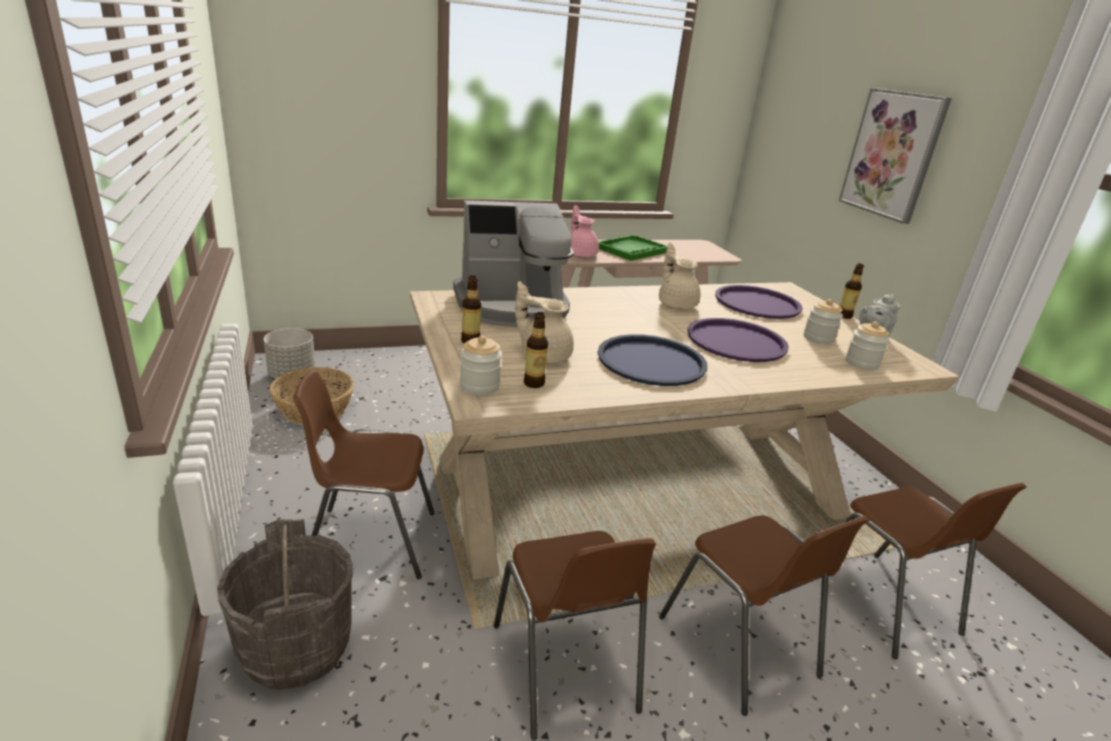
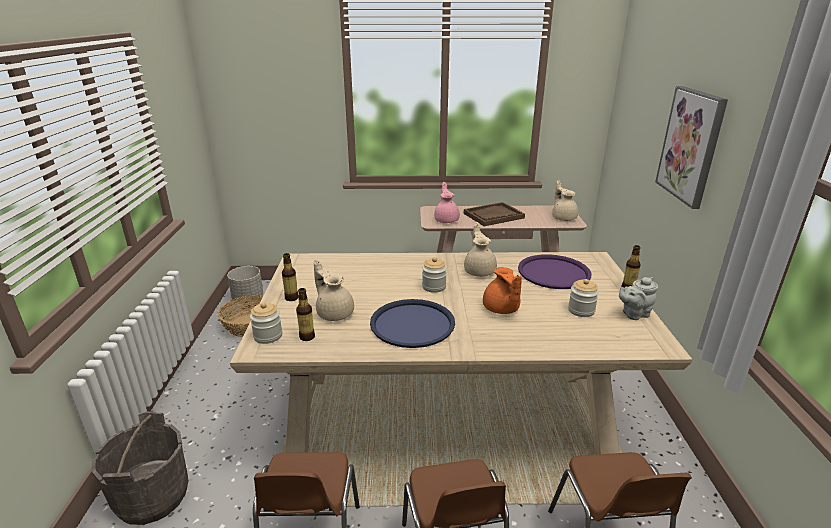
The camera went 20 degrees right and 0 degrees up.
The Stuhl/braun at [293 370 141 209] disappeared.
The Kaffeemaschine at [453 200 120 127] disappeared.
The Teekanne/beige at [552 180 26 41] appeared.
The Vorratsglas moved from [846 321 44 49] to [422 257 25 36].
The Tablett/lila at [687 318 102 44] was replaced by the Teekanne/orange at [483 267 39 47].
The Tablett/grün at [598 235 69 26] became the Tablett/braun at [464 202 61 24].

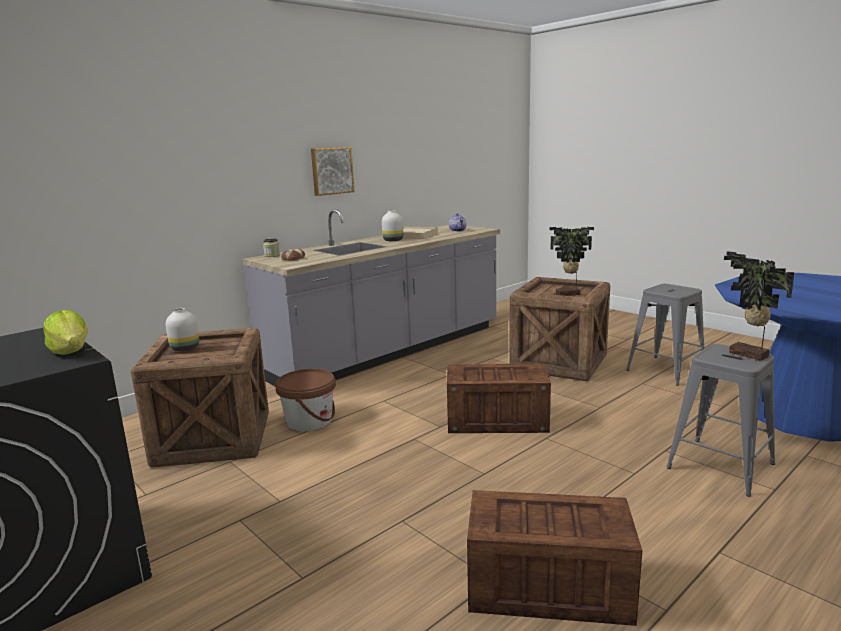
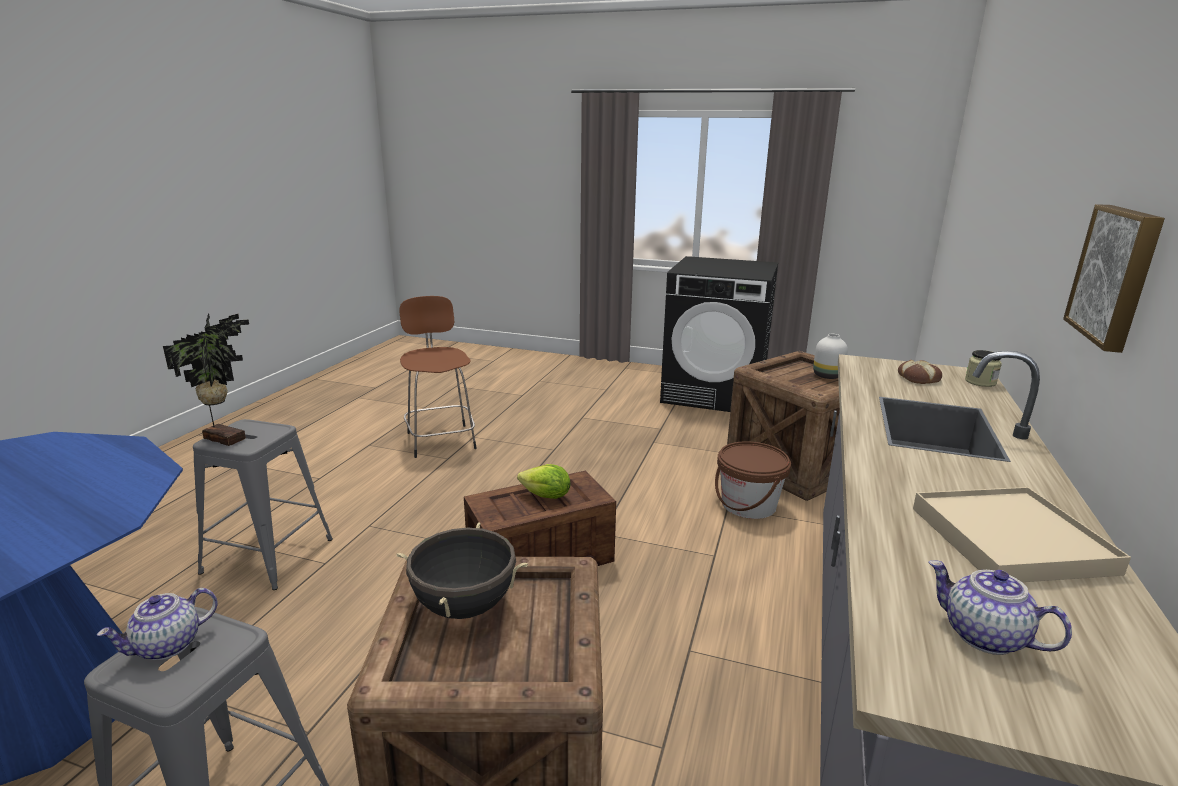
The camera went 150 degrees right and 5 degrees up.
The Vase/weiß at [382 210 21 31] disappeared.
The Teekanne at [97 588 121 72] appeared.
The Salatkopf moved from [43 310 45 45] to [517 464 54 35].
The Kiste at [467 490 175 136] was replaced by the Hocker/braun at [399 296 78 162].
The Topfpflanze at [550 227 44 69] was replaced by the Kochtopf/schwarz at [396 523 132 96].

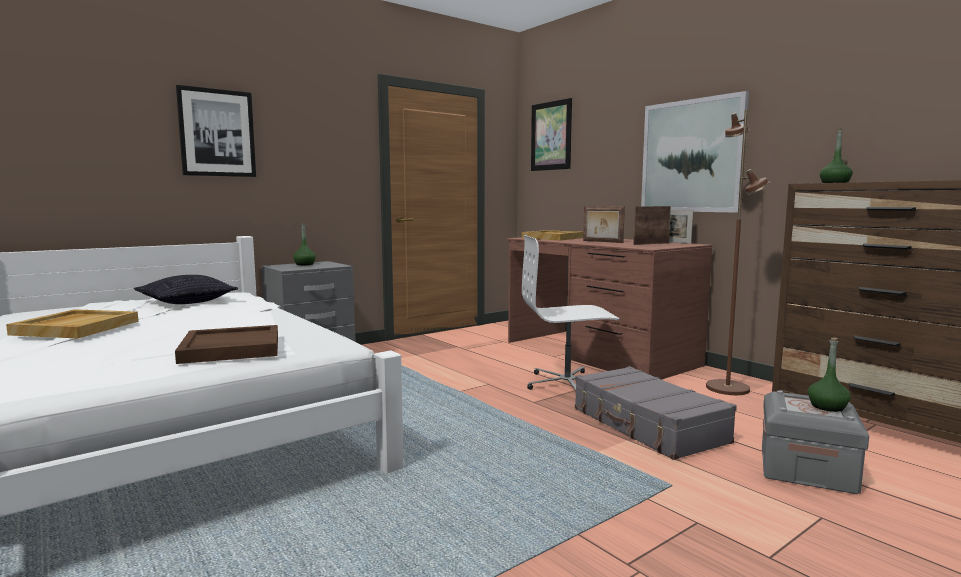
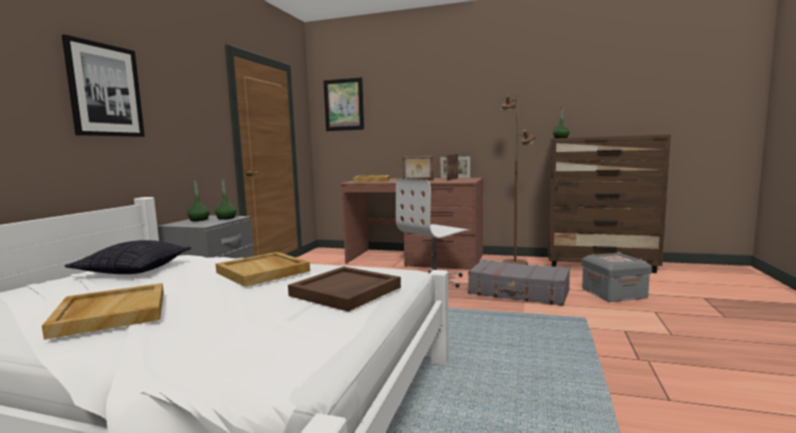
The camera went 35 degrees left and 0 degrees up.
The Bild at [641 91 108 122] disappeared.
The Tablett/beige at [216 252 94 35] appeared.
The Flasche/grün moved from [808 338 43 74] to [215 179 22 41].

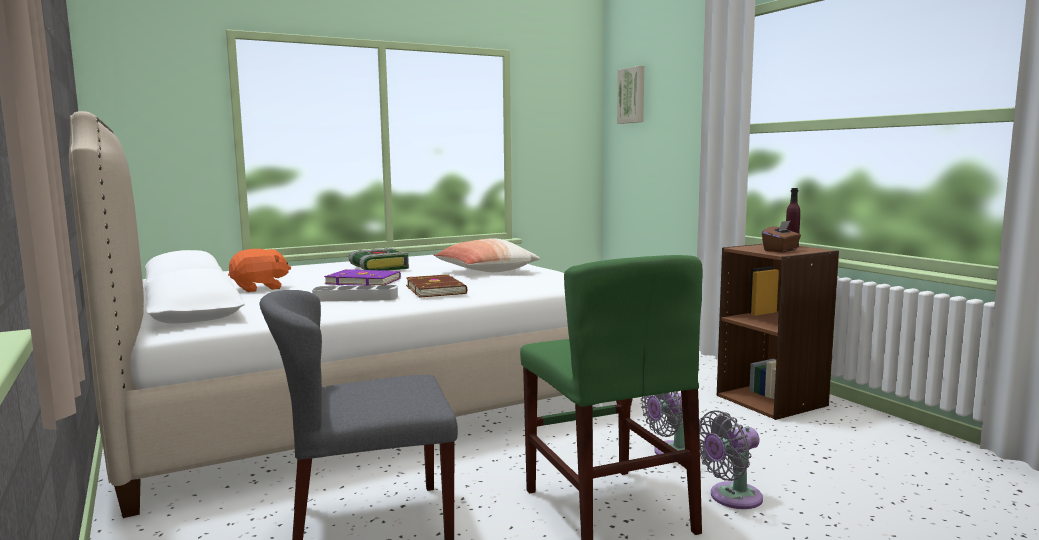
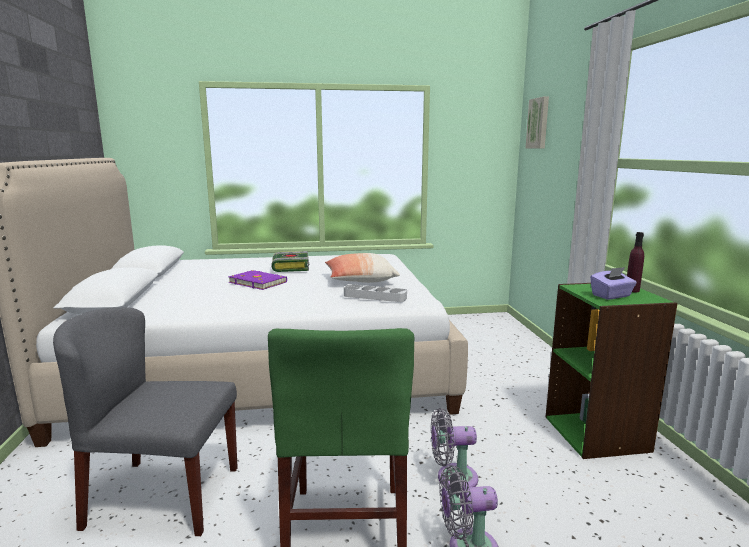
The camera went 20 degrees right and 5 degrees up.
The Plüschtier/orange at [228 249 63 43] disappeared.
The Buch/braun at [406 274 61 24] disappeared.
The Tablett/grau moved from [312 285 86 16] to [344 284 63 18].
The Bücherregal/braun at [717 244 122 176] became the Bücherregal/grün at [545 283 133 176].
The Taschentuchbox/braun at [762 220 39 32] became the Taschentuchbox/lila at [590 267 47 33].

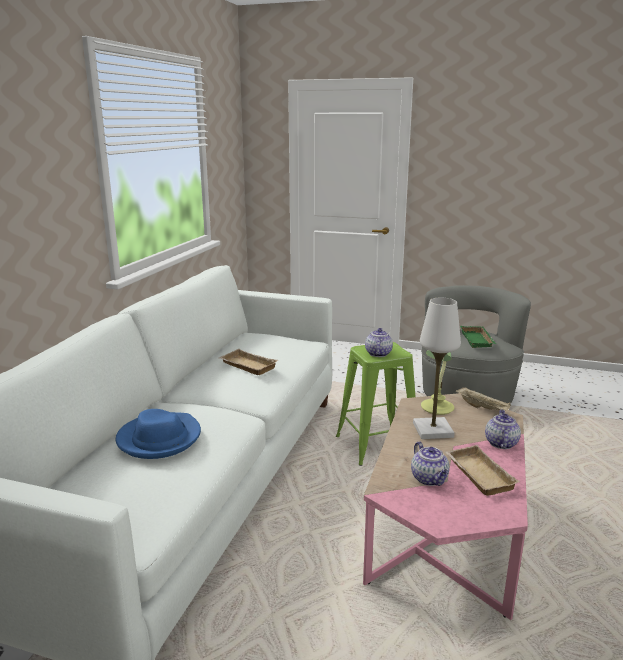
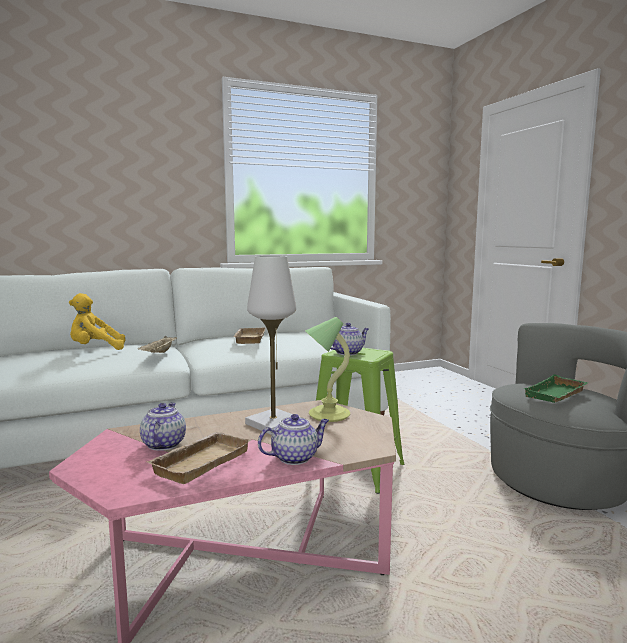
The camera went 50 degrees right and 10 degrees down.
The Tablett/beige moved from [456 387 55 24] to [138 336 39 17].
The Hut/blau at [116 409 85 50] was replaced by the Plüschtier/gelb at [69 293 56 57].
The Teekanne at [411 441 38 45] turned 150 degrees clockwise.

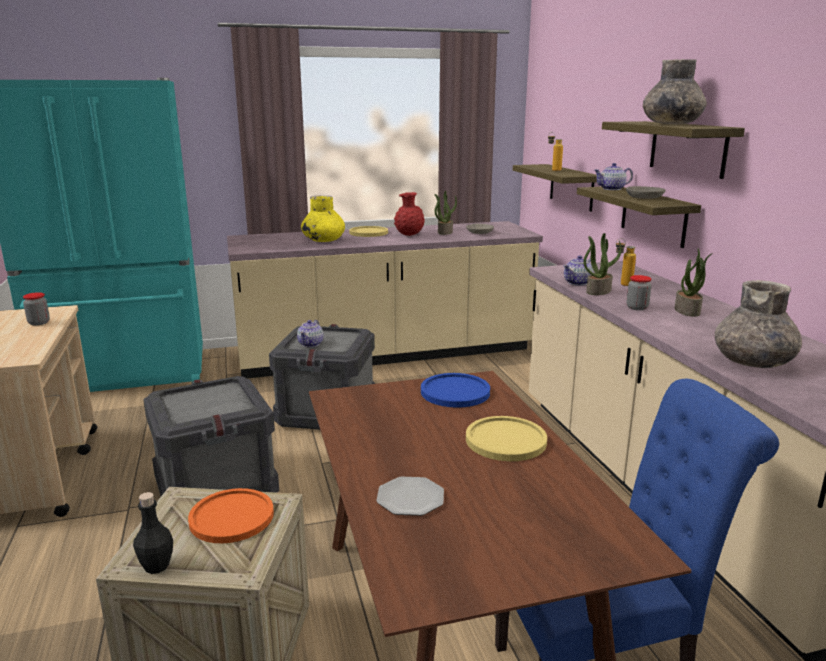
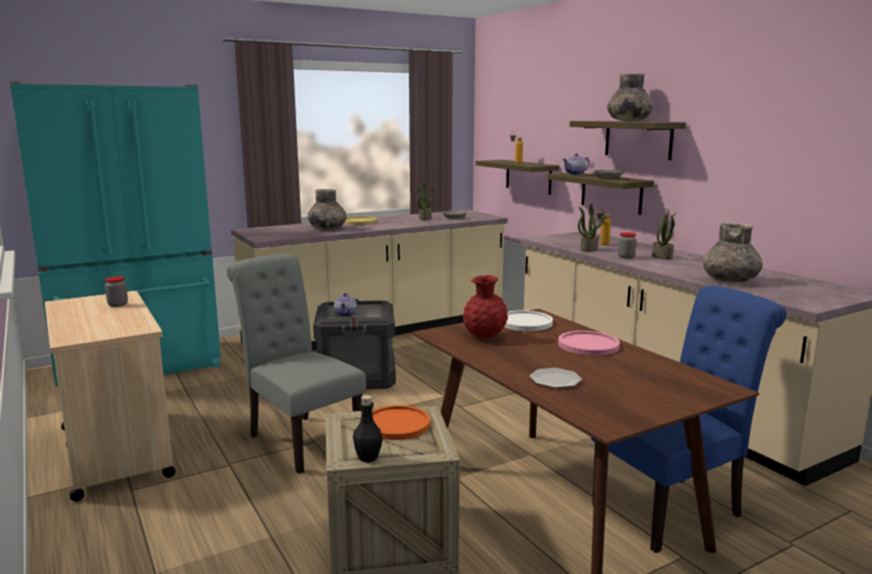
The camera went 15 degrees left and 5 degrees down.
The Teekanne at [564 255 30 31] disappeared.
The Vase/rot moved from [394 192 31 44] to [463 275 45 63].
The Kiste at [143 376 136 120] was replaced by the Stuhl/grau at [227 254 139 220].
The Vase/gelb at [301 195 44 47] became the Vase/grau at [307 189 40 41].
The Teller/blau at [421 373 69 35] became the Teller/weiß at [504 310 49 21].
The Teller/gelb at [466 416 81 45] became the Teller/rosa at [558 331 62 25].

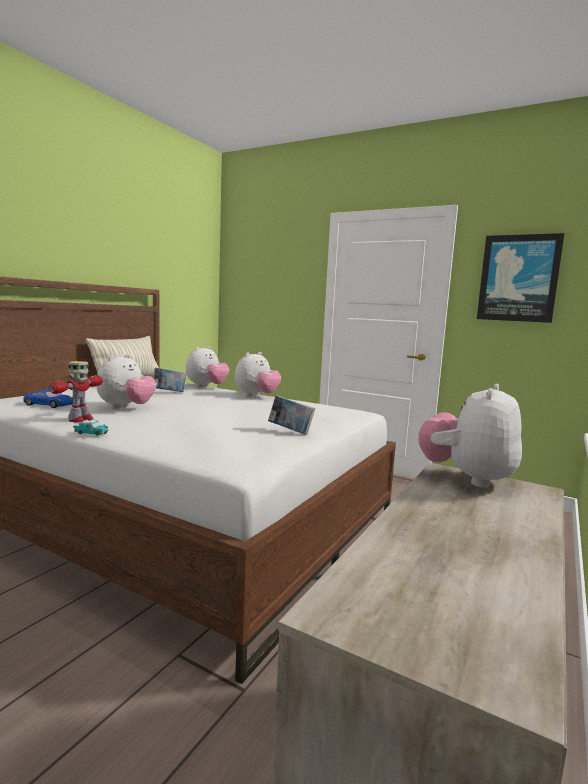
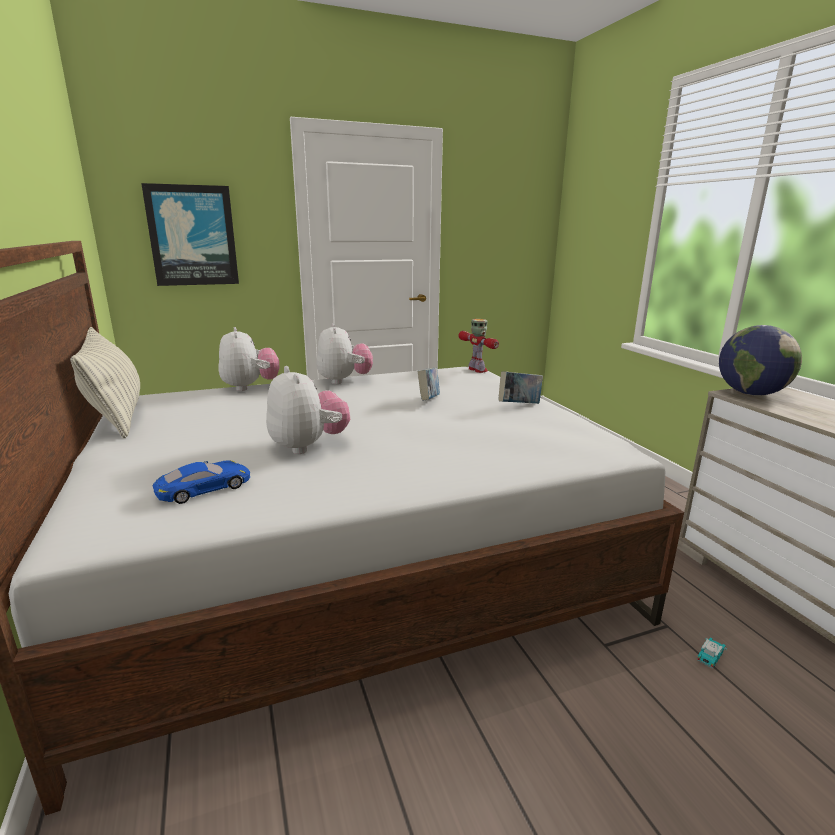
The camera went 50 degrees left and 10 degrees up.
The Spielzeugroboter moved from [49 361 54 62] to [458 319 41 54].
The Spielzeugauto moved from [73 420 36 16] to [697 638 30 31].
The Buch moved from [153 368 33 24] to [418 368 22 33].
The Bild moved from [477 233 87 90] to [141 183 98 103].
The Plüschtier at [419 384 103 104] was replaced by the Globus at [719 325 83 71].

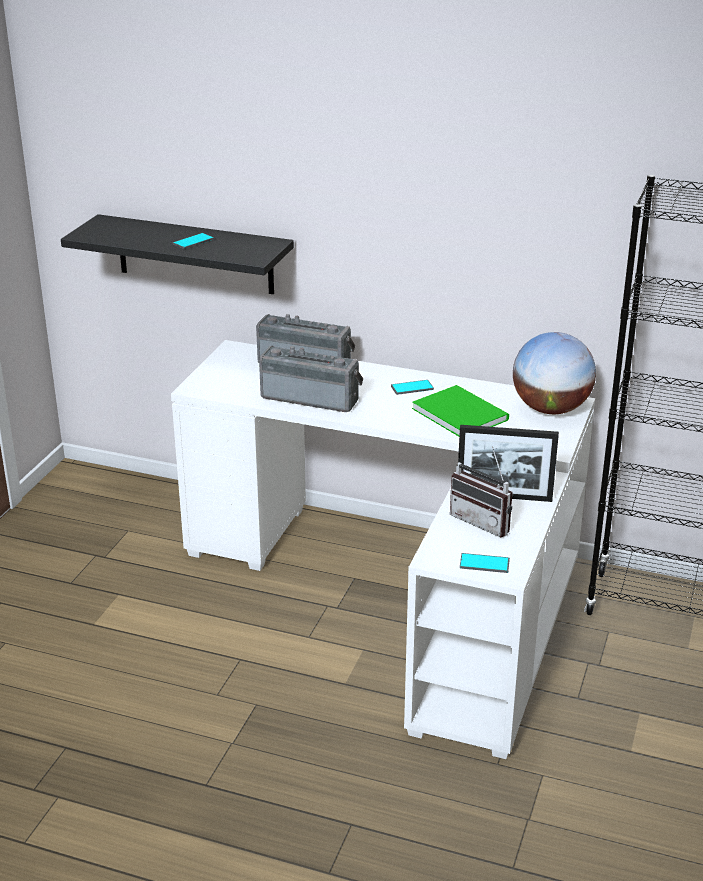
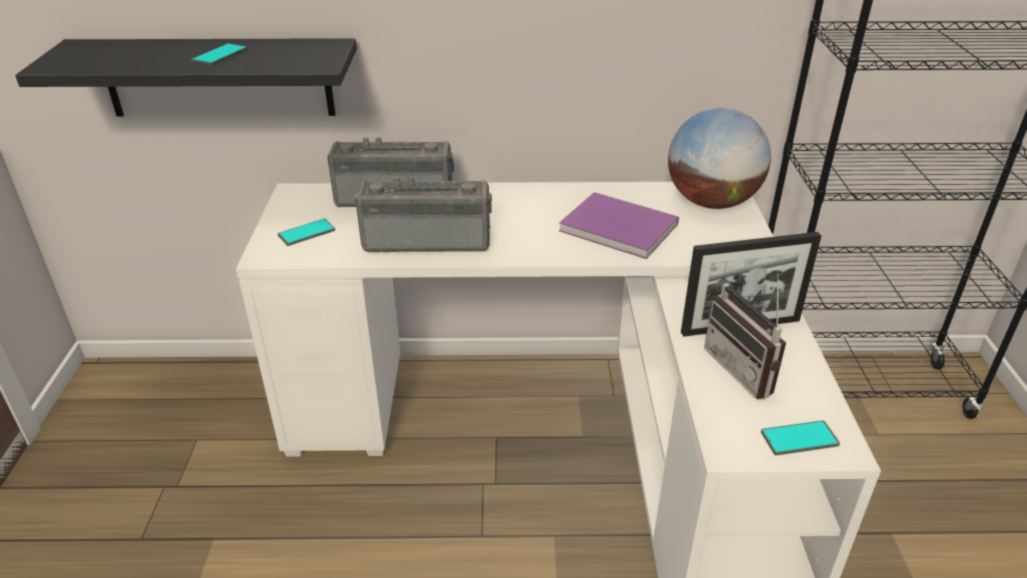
The camera went 20 degrees left and 5 degrees up.
The Handy moved from [391 380 43 15] to [278 218 57 28].
The Buch/grün at [412 385 97 51] became the Buch/lila at [559 192 120 67].
The Radio at [450 447 62 90] turned 45 degrees clockwise.

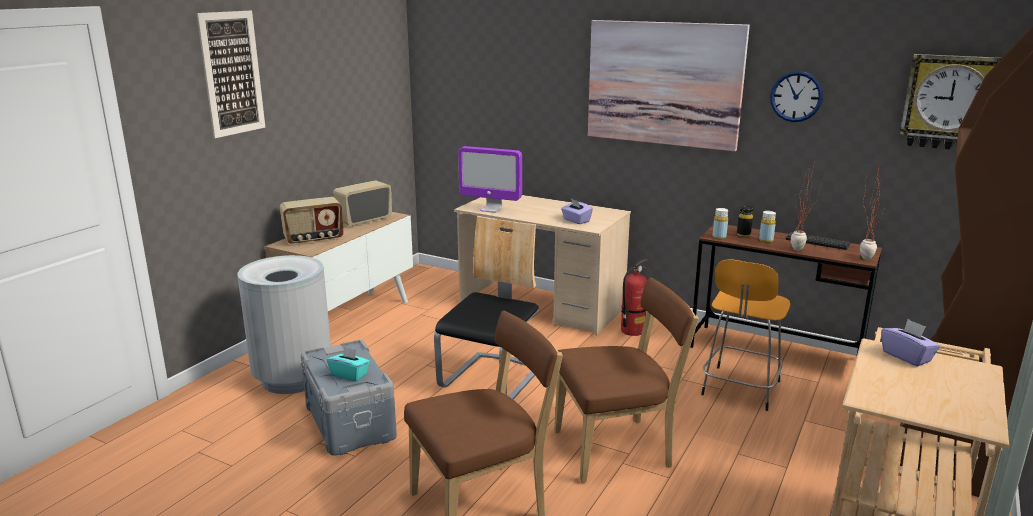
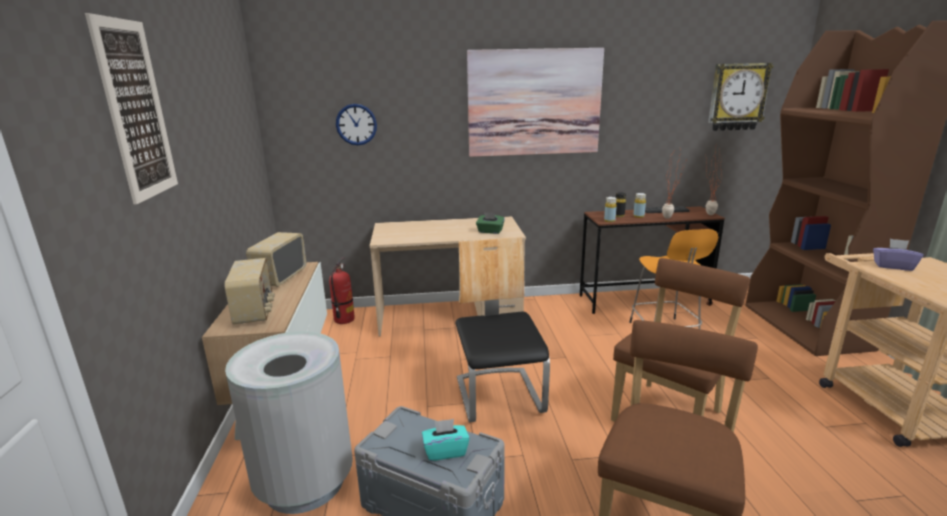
The camera went 35 degrees left and 0 degrees up.
The Monitor at [458 146 64 67] disappeared.
The Feuerlöscher moved from [621 259 27 77] to [329 257 26 67].
The Wanduhr moved from [770 71 53 51] to [336 104 41 41].
The Taschentuchbox/lila at [561 199 32 25] became the Taschentuchbox/grün at [476 212 29 22].
The Radio at [279 197 65 48] turned 45 degrees counterclockwise.

